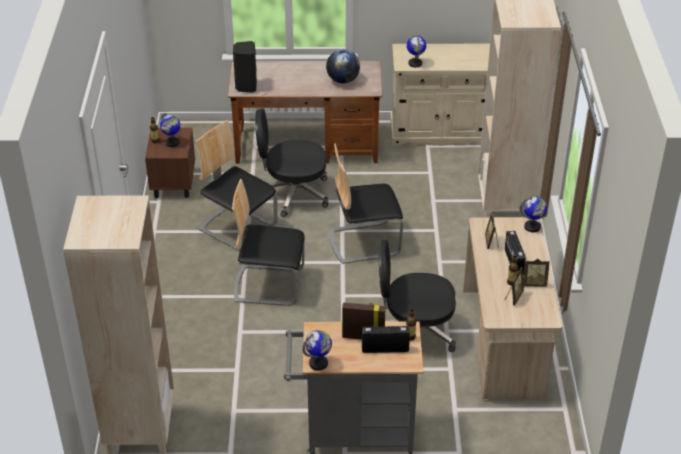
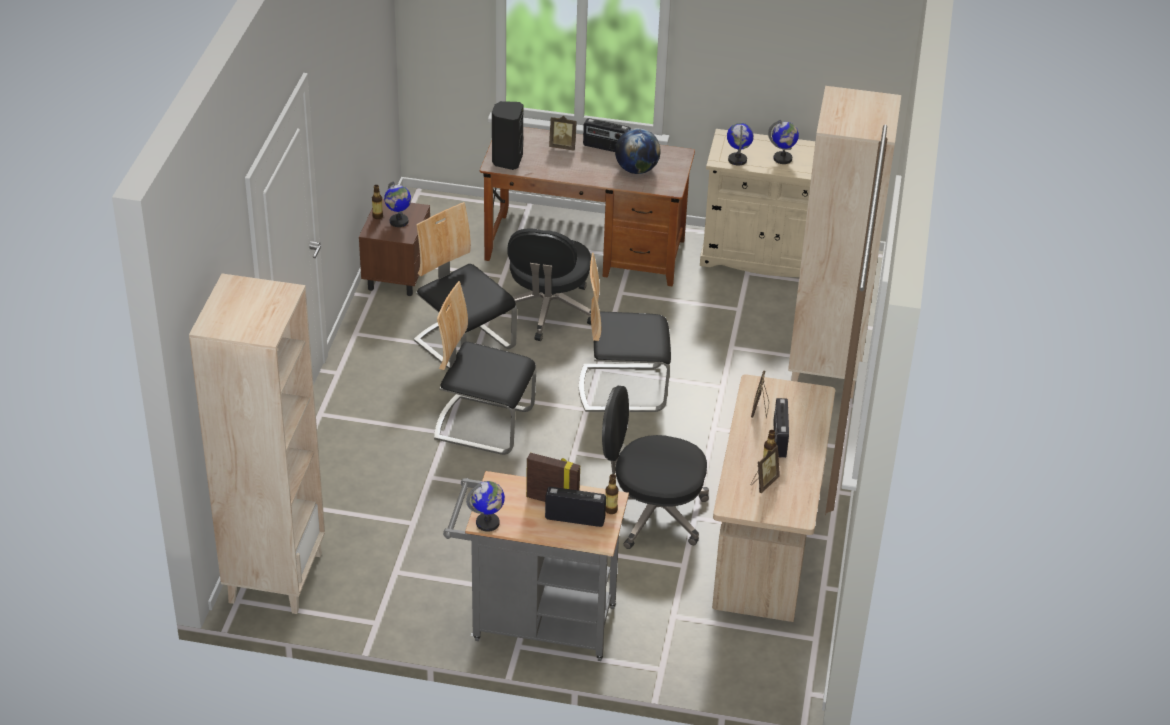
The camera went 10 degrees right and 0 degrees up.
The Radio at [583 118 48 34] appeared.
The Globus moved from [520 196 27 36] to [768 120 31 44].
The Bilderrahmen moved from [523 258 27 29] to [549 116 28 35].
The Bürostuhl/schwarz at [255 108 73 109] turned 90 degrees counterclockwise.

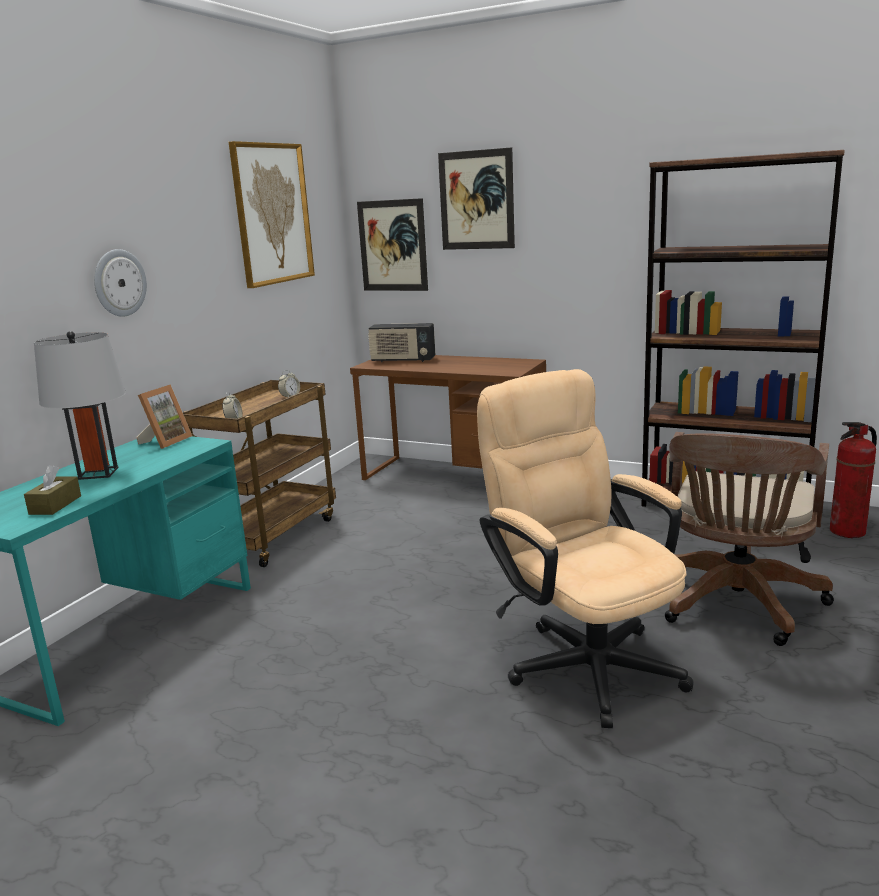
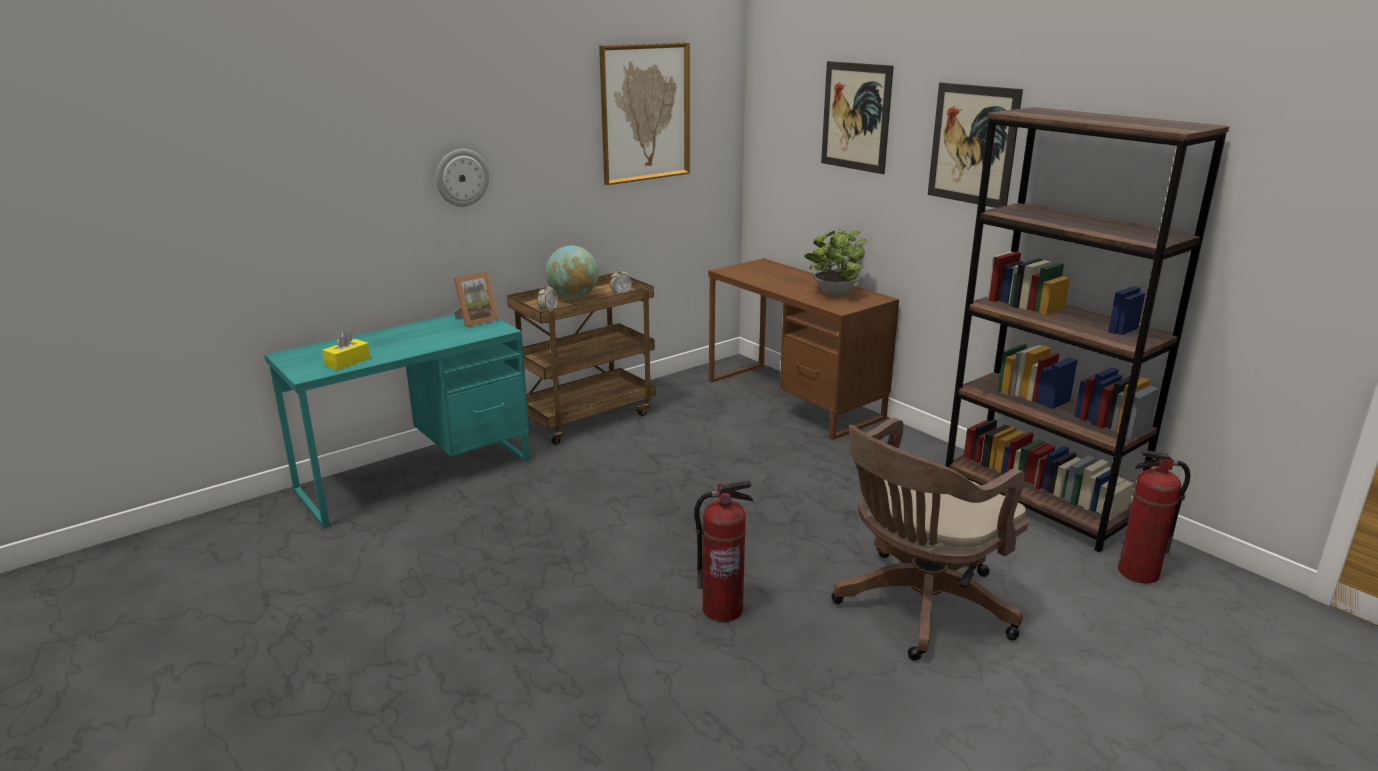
The camera went 25 degrees right and 5 degrees up.
The Tischlampe/grau at [34 331 92 149] disappeared.
The Radio at [368 323 67 39] disappeared.
The Globus at [545 245 54 54] appeared.
The Topfpflanze at [804 229 62 67] appeared.
The Bild moved from [357 198 71 93] to [928 82 95 126].
The Bürostuhl/beige at [477 369 217 359] was replaced by the Feuerlöscher at [694 480 59 142].
The Taschentuchbox/braun at [24 465 57 50] became the Taschentuchbox/gelb at [322 331 48 39].

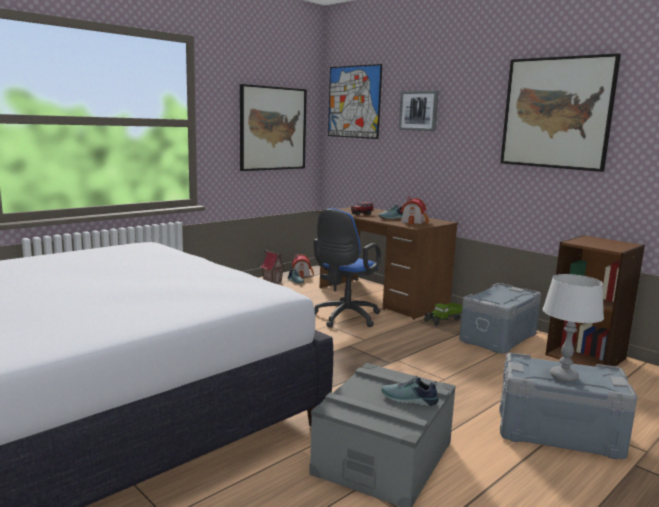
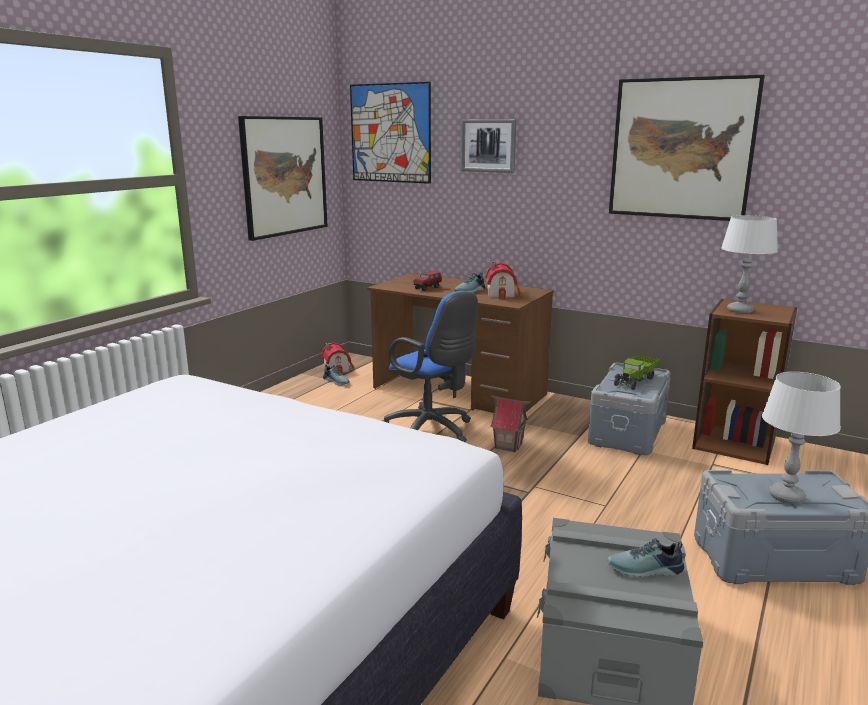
The camera went 15 degrees left and 5 degrees up.
The Tischlampe/grau at [721 215 57 99] appeared.
The Spielzeughaus moved from [260 249 25 35] to [490 395 41 58].
The Spielzeuglaster moved from [424 302 38 24] to [614 355 45 35].
The Bürostuhl/blau at [314 208 67 120] turned 60 degrees counterclockwise.

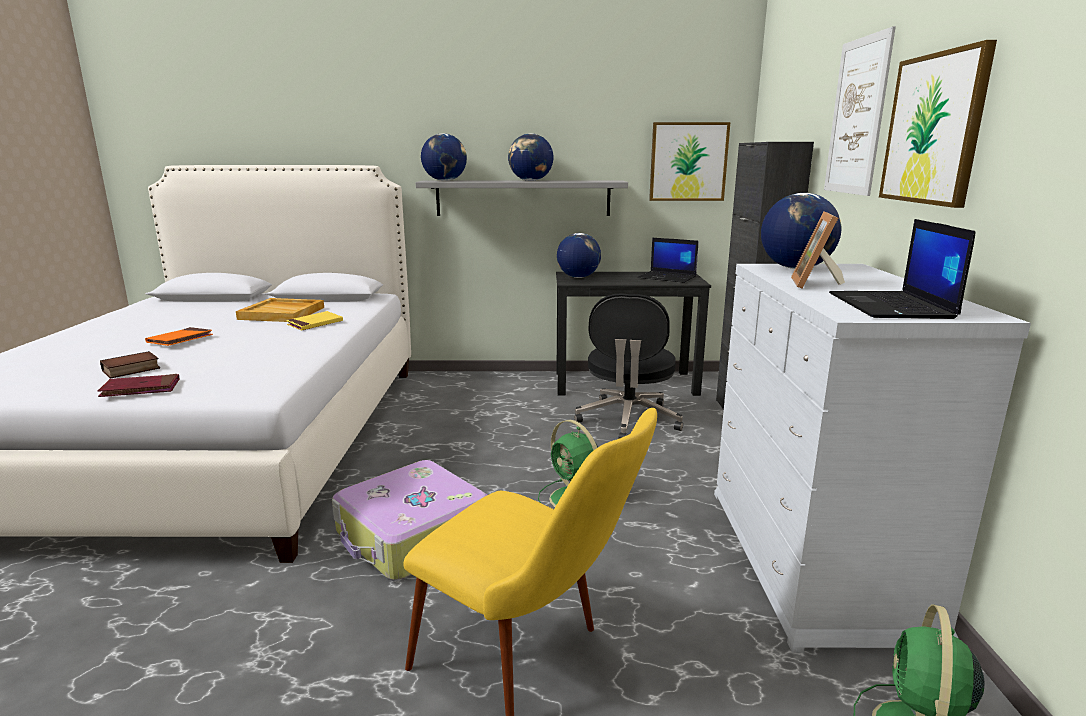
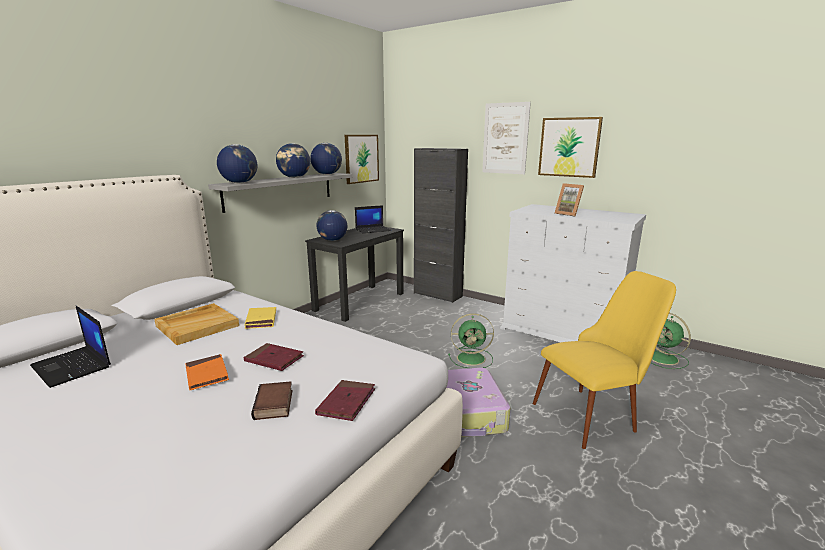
The camera went 55 degrees left and 0 degrees up.
The Bürostuhl/schwarz at [574 293 109 146] disappeared.
The Buch/rot at [244 343 60 28] appeared.
The Globus moved from [761 193 80 76] to [310 143 32 32].
The Laptop moved from [829 219 147 100] to [30 306 81 82].

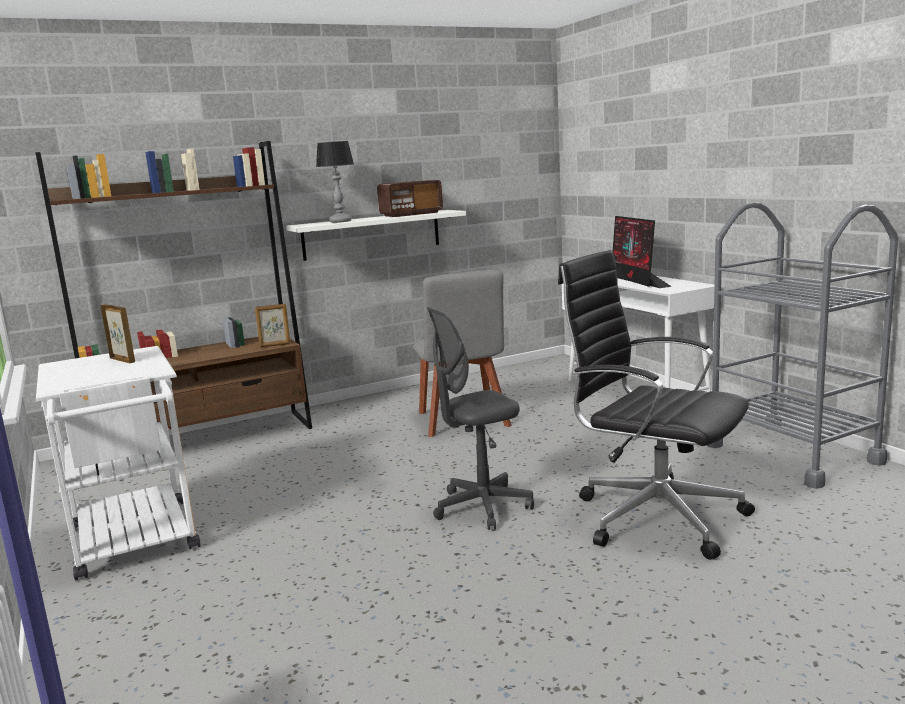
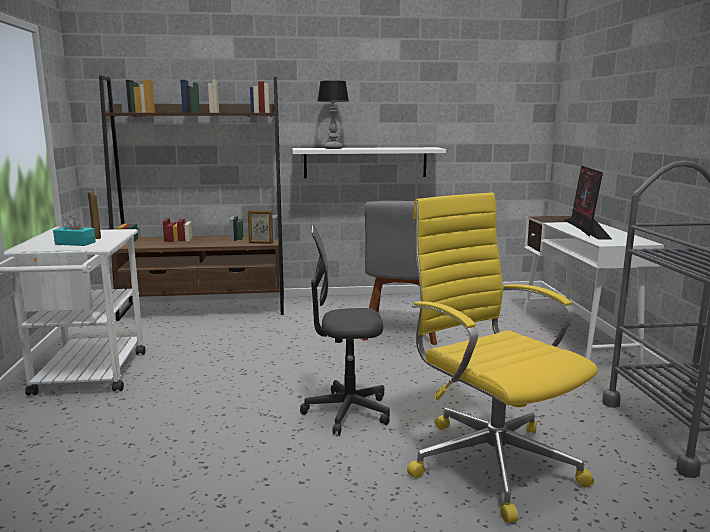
The camera went 20 degrees right and 0 degrees up.
The Radio at [377 180 66 37] disappeared.
The Taschentuchbox/türkis at [53 215 43 31] appeared.
The Bürostuhl/schwarz at [558 250 197 310] became the Bürostuhl/gelb at [407 193 191 330].

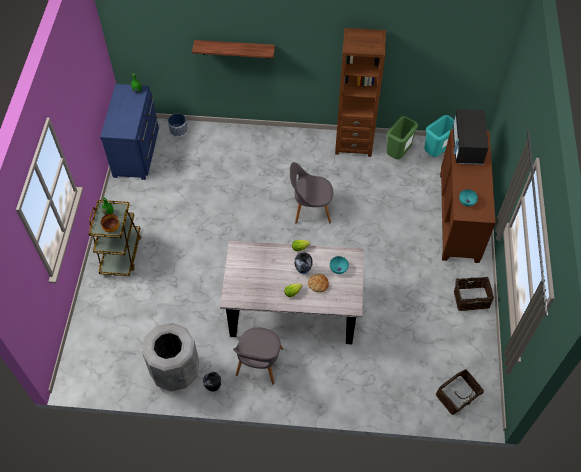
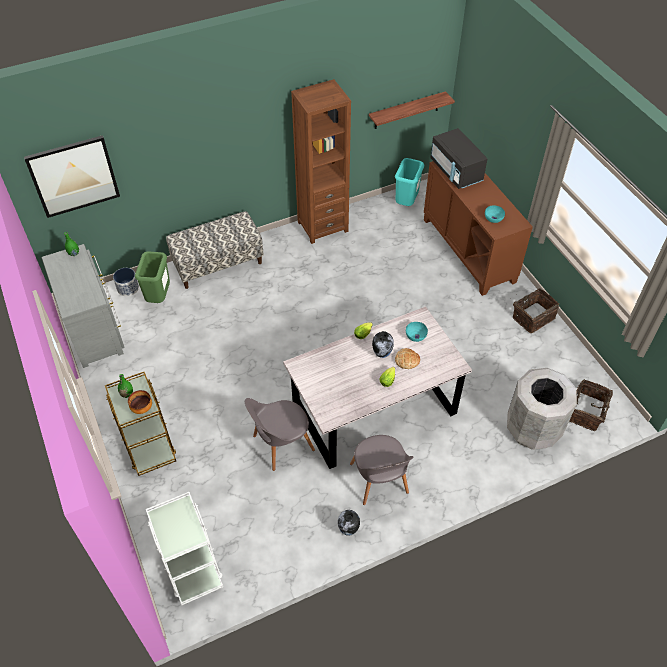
The camera went 30 degrees left and 5 degrees down.
The Bild at [24 135 96 83] appeared.
The Rollwagen/weiß at [146 492 77 113] appeared.
The Bank at [166 211 98 78] appeared.
The Mülleimer/grau moved from [142 323 57 68] to [507 368 70 82].
The Wandregal moved from [192 40 83 19] to [369 91 86 38].
The Stuhl/grau moved from [290 162 43 61] to [245 398 70 73].
The Mülleimer/grün moved from [387 116 31 43] to [135 252 35 51].
The Kommode/blau at [100 84 59 96] became the Kommode/grau at [41 244 84 124].

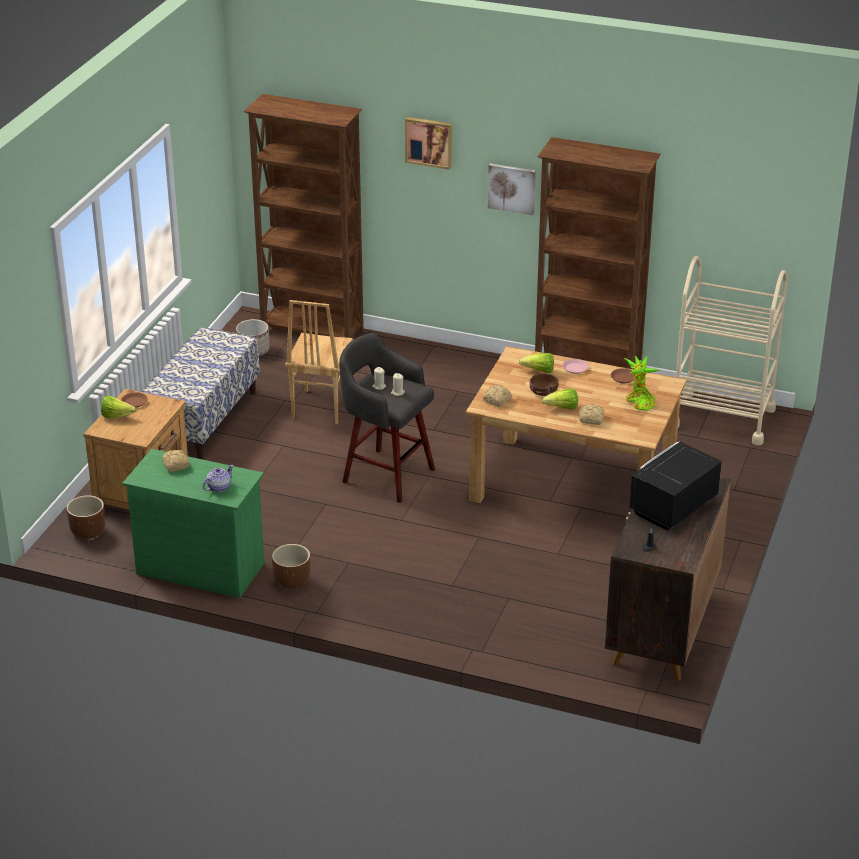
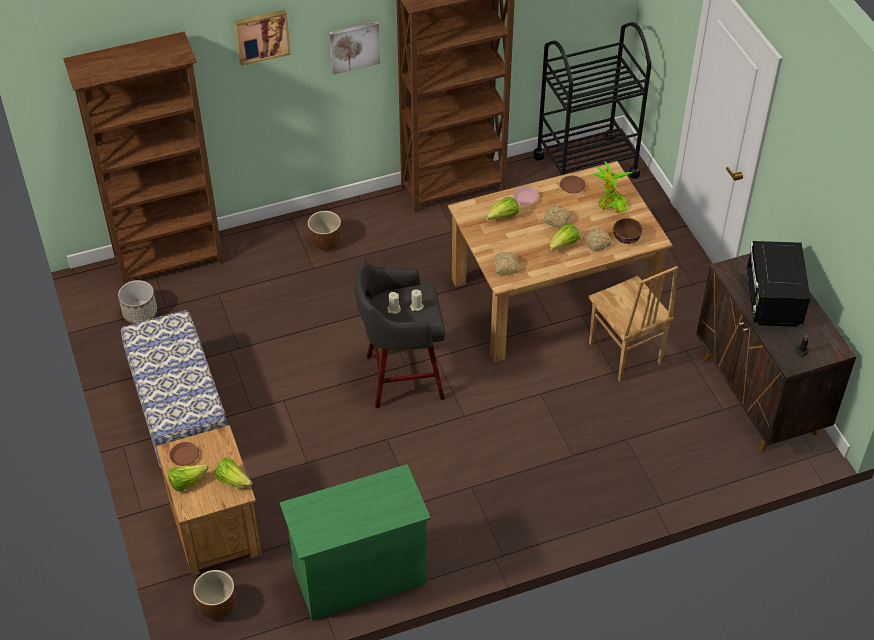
The camera went 40 degrees left and 15 degrees up.
The Teekanne at [203 465 31 27] disappeared.
The Salatkopf at [216 458 37 29] appeared.
The Brot moved from [162 450 28 22] to [544 206 27 22].
The Pflanzkübel/braun moved from [272 544 39 45] to [308 211 33 39].
The Stuhl/braun moved from [285 300 69 124] to [589 266 89 116].
The Schüssel/braun moved from [530 373 29 23] to [613 218 29 26].
The Rollwagen/beige at [676 256 112 189] became the Rollwagen/schwarz at [534 22 118 157].

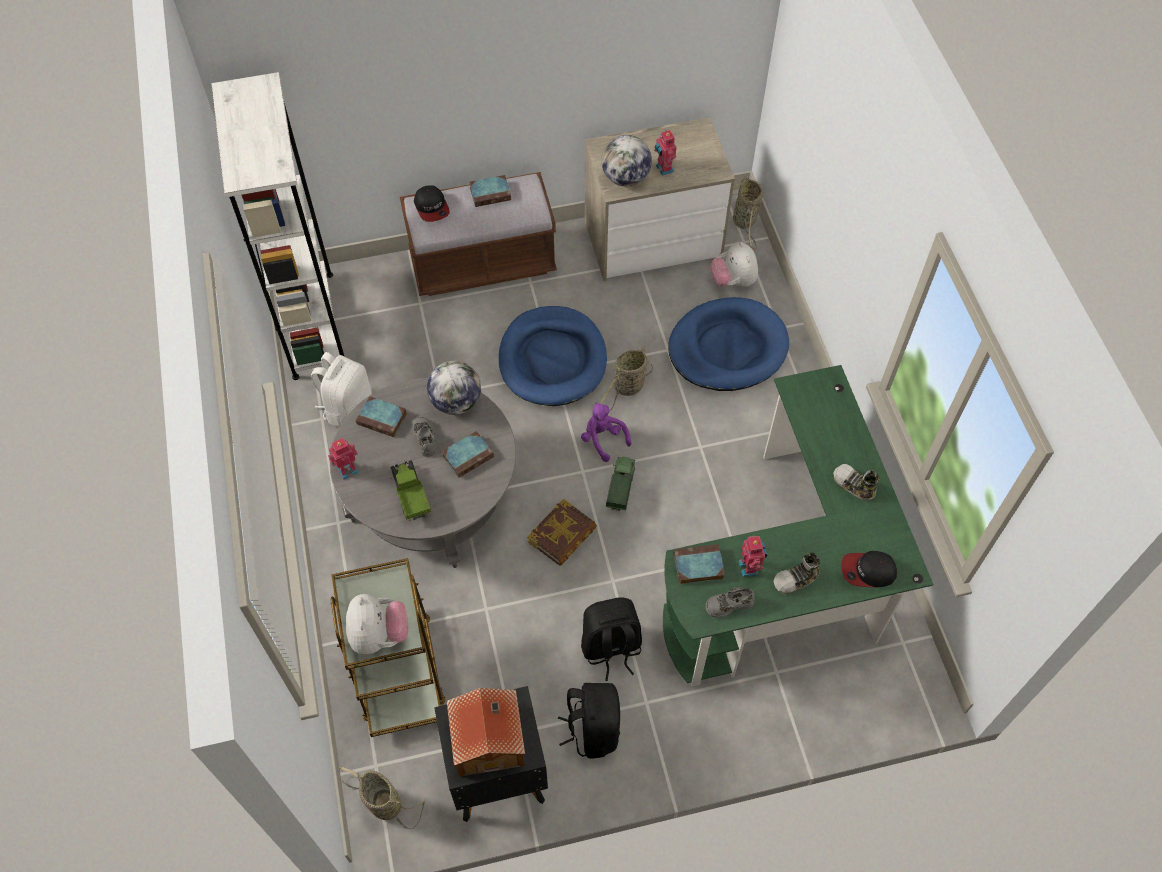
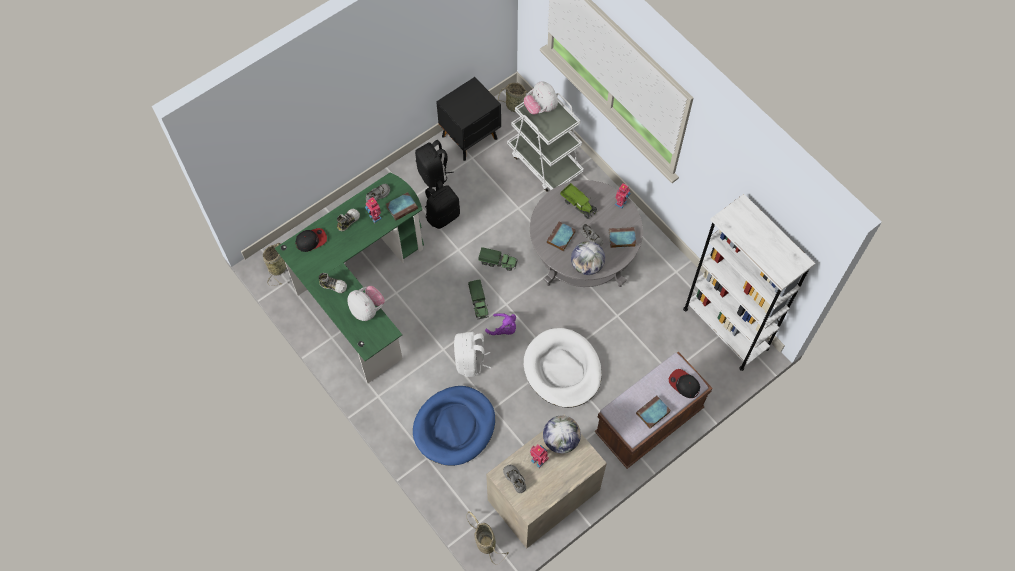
The camera went 155 degrees right and 5 degrees up.
The Spielzeughaus at [447 688 78 89] disappeared.
The Schuh/grau at [503 465 23 28] appeared.
The Rucksack/weiß moved from [311 352 61 76] to [454 332 37 45].
The Korb moved from [599 346 54 66] to [263 239 25 47].
The Plüschtier moved from [710 242 48 45] to [347 286 38 35].
The Buch at [527 498 70 68] was replaced by the Spielzeuglaster at [479 247 39 24].
The Rollwagen/braun at [331 558 115 179] became the Rollwagen/weiß at [507 93 77 99].
The Hundebett/blau at [499 306 108 100] became the Hundebett/weiß at [524 328 78 80].

